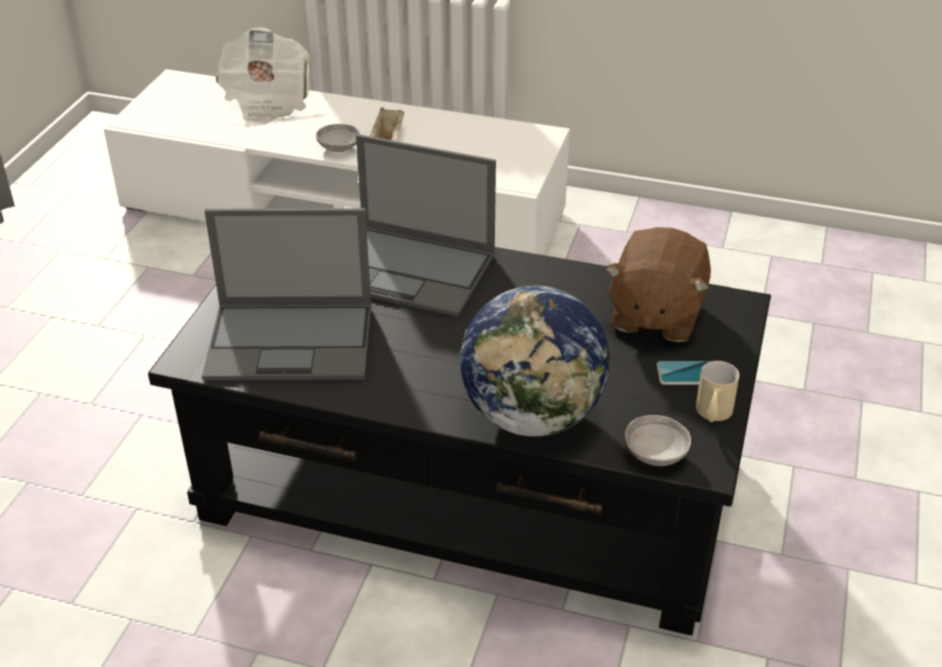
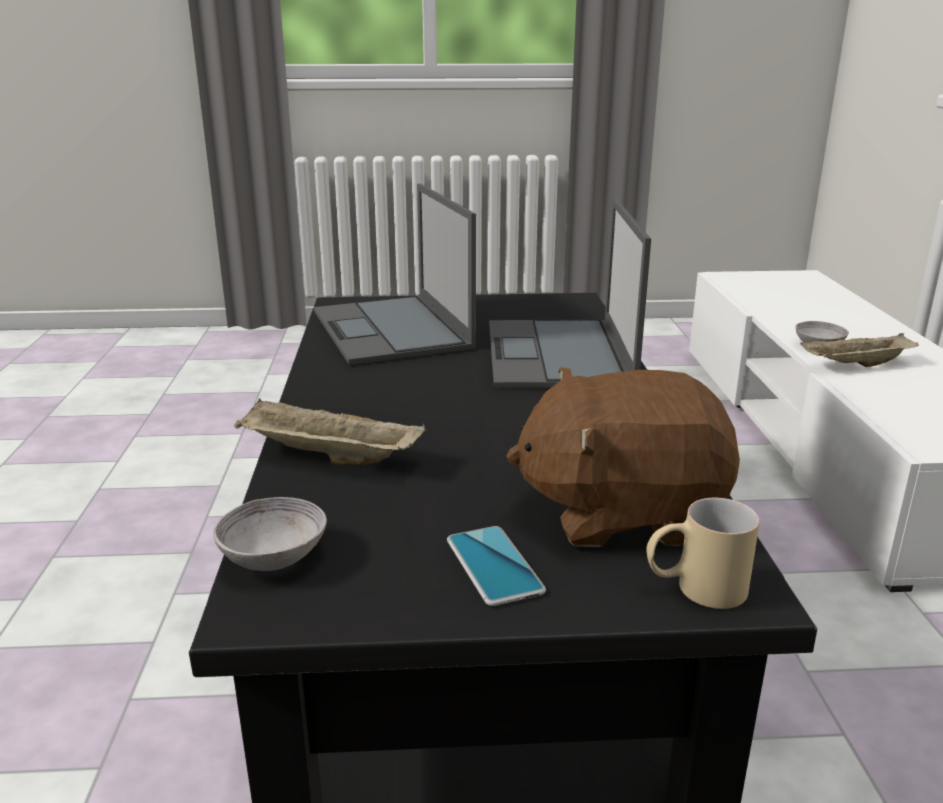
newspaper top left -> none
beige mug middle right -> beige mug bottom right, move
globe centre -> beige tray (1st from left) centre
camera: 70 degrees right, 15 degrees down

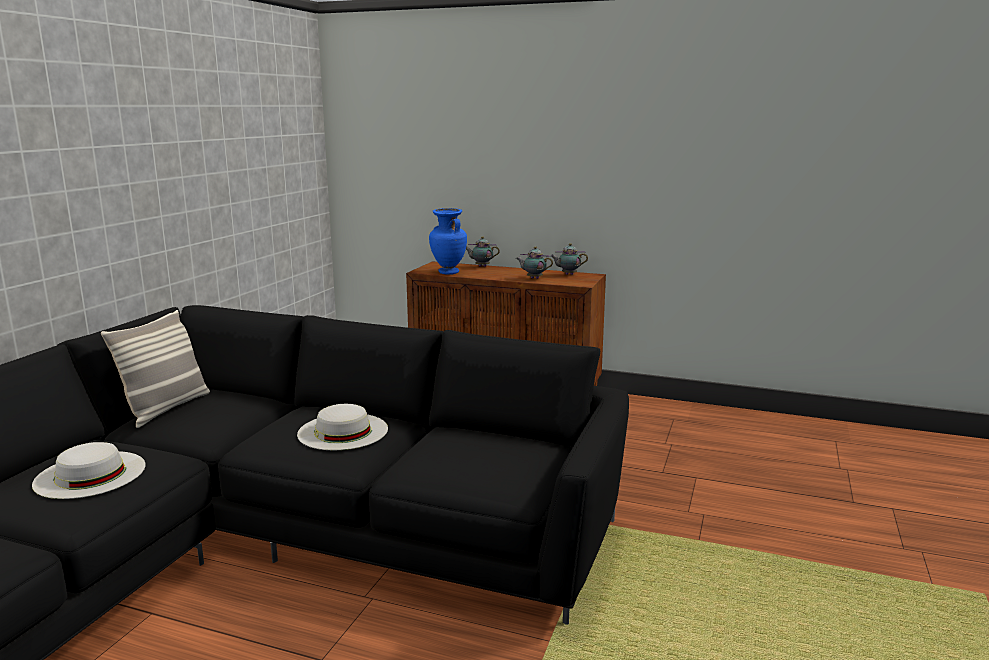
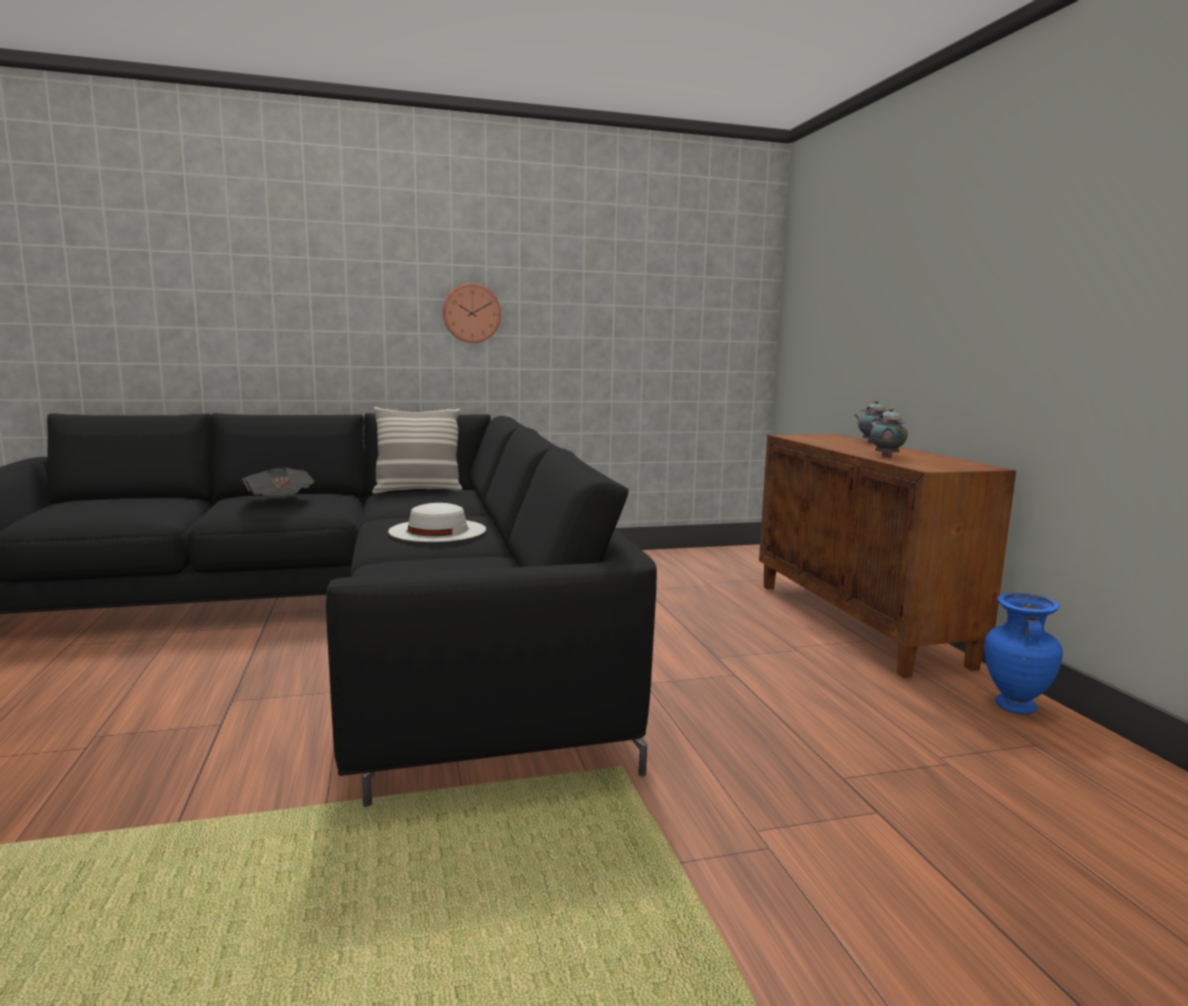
teapot (3rd from left) centre -> none
none -> wall clock top centre
blue vase centre -> blue vase middle right, move
white hat (1st from left) bottom left -> newspaper middle left
camera: 55 degrees right, 5 degrees down

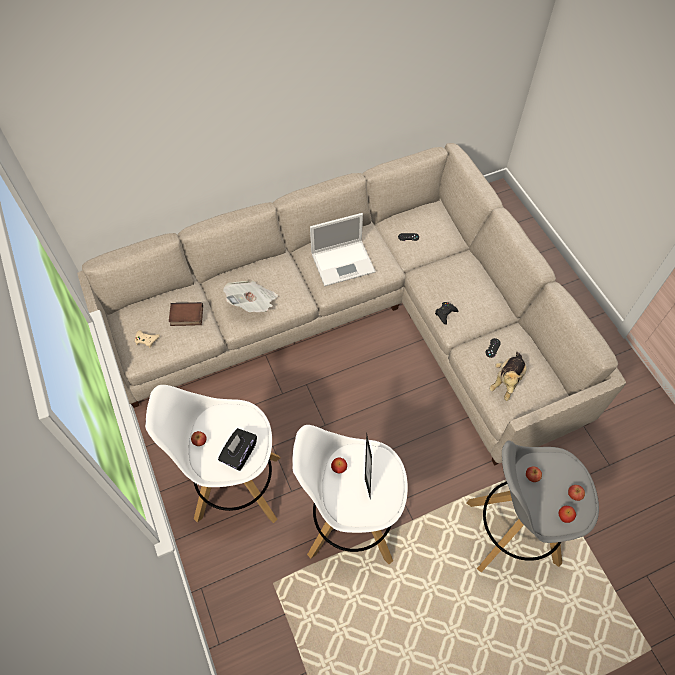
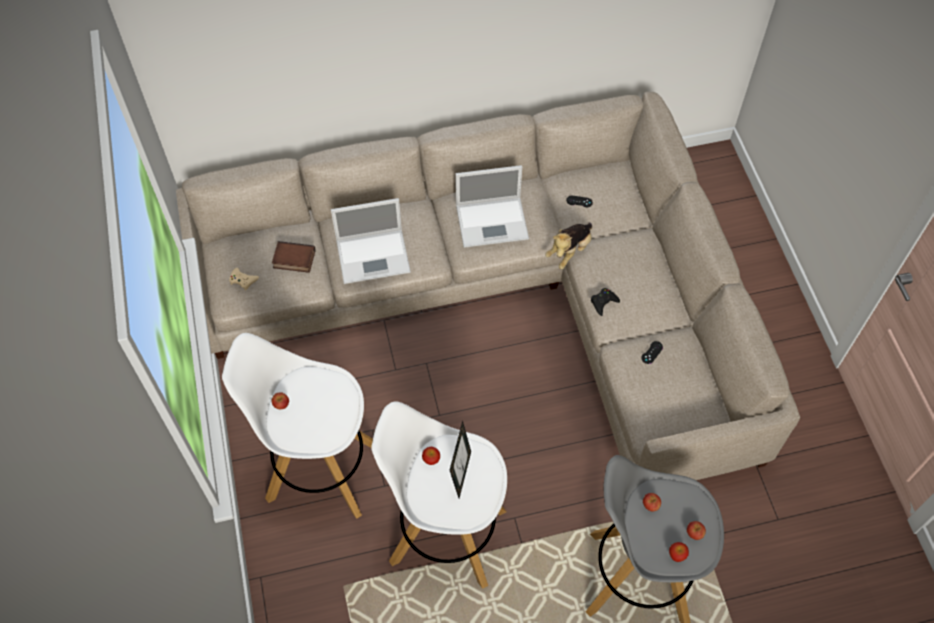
black tissue box centre -> none
plush toy middle right -> plush toy centre, move
newspaper centre -> laptop (1st from left) centre
camera: 10 degrees right, 0 degrees up

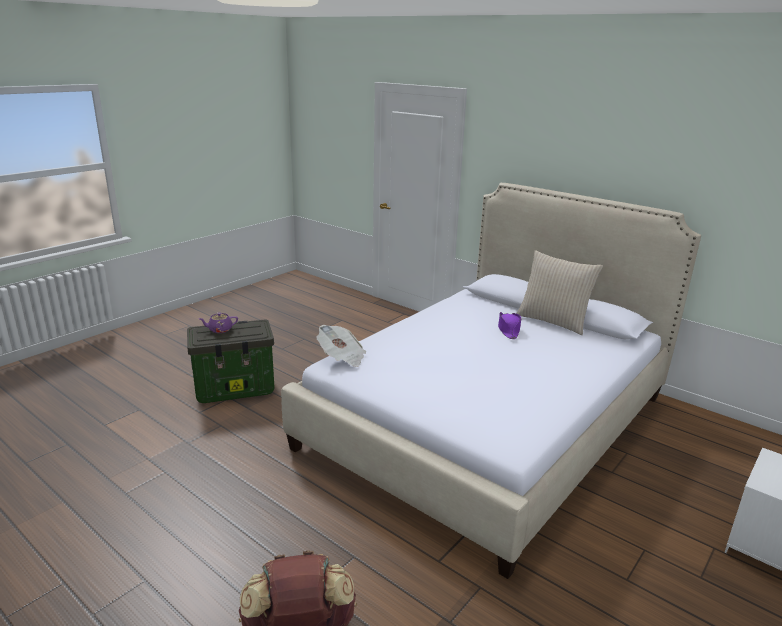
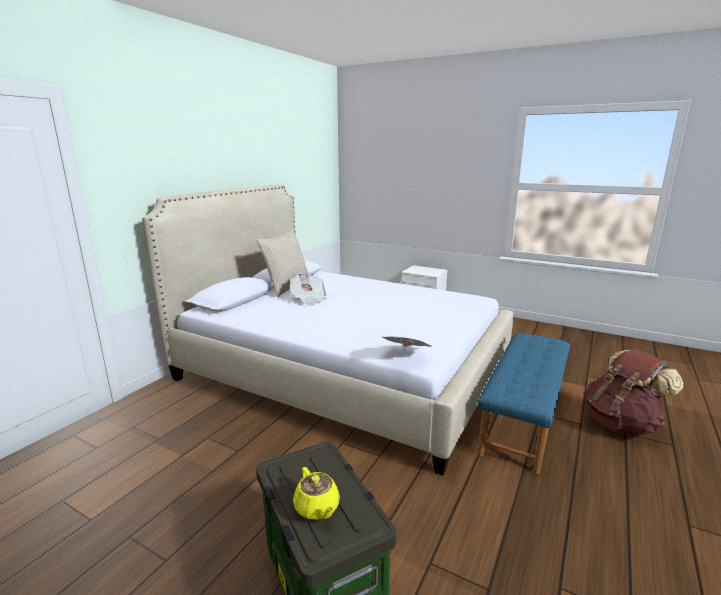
none -> blue bench bottom right
purple hat centre -> newspaper (1st from left) centre
purple teapot middle left -> yellow teapot bottom centre
camera: 100 degrees left, 5 degrees down

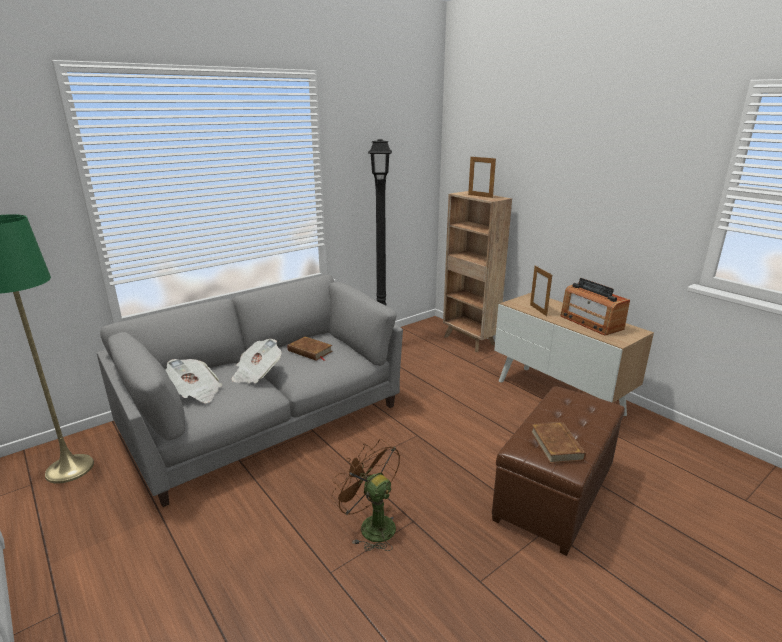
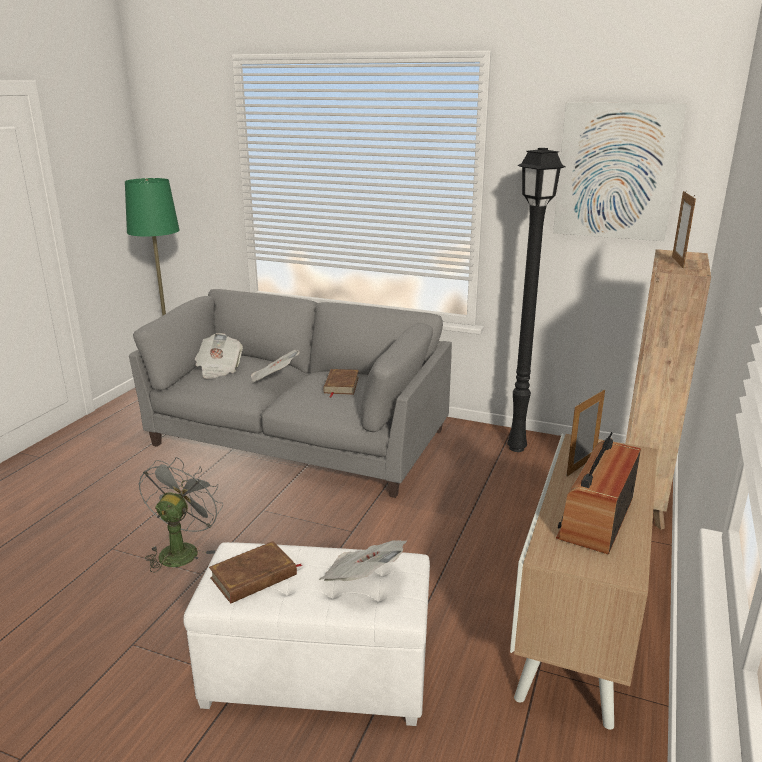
none -> newspaper (3rd from left) bottom centre
none -> picture top right
brown fan bottom centre -> grey fan bottom left
brown ottoman bottom right -> white ottoman bottom centre
camera: 60 degrees right, 0 degrees up

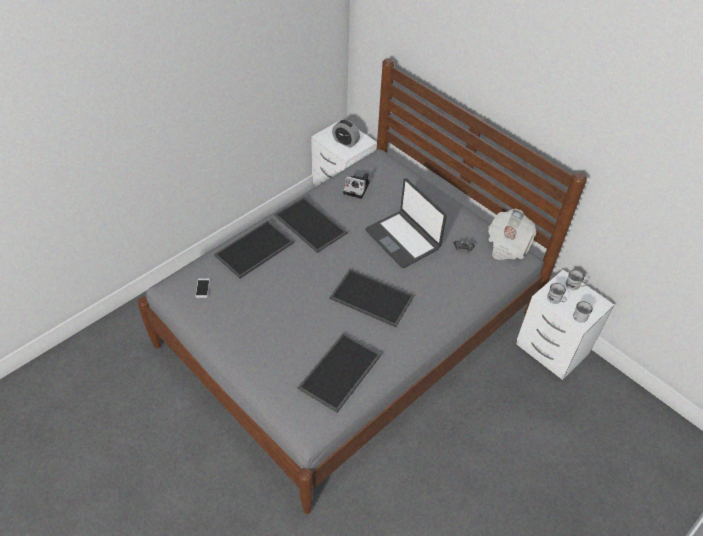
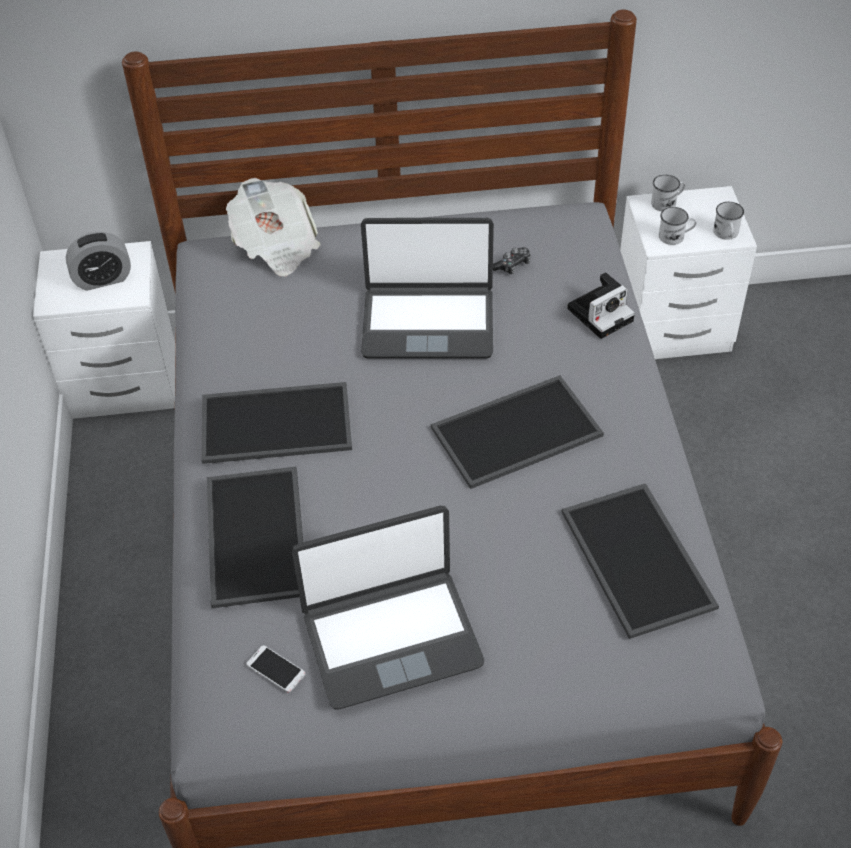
none -> laptop (1st from left) bottom centre
photo camera centre -> photo camera middle right, move
newspaper middle right -> newspaper top left, move
camera: 50 degrees left, 0 degrees up

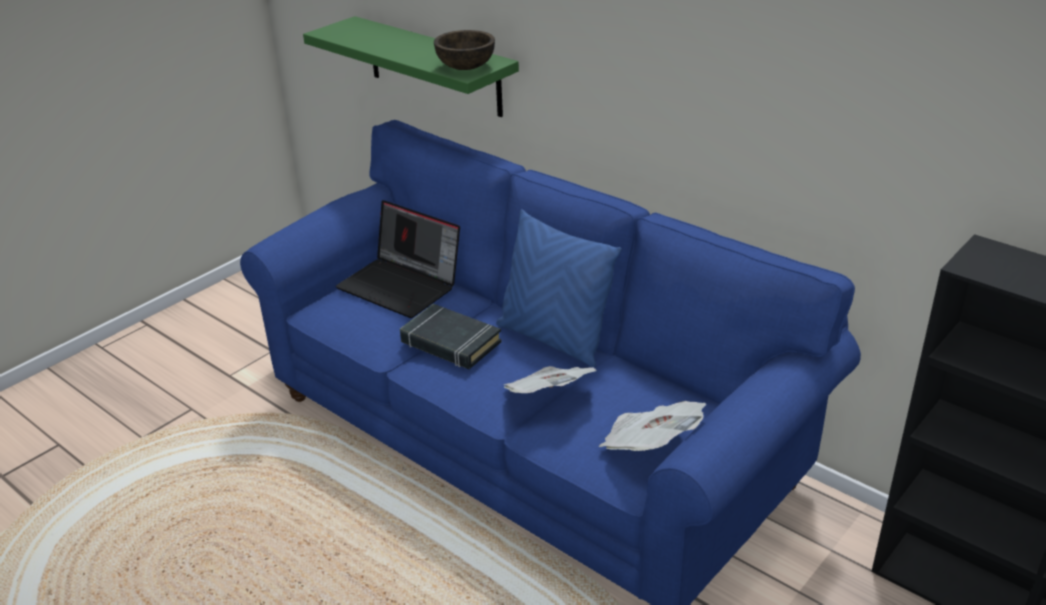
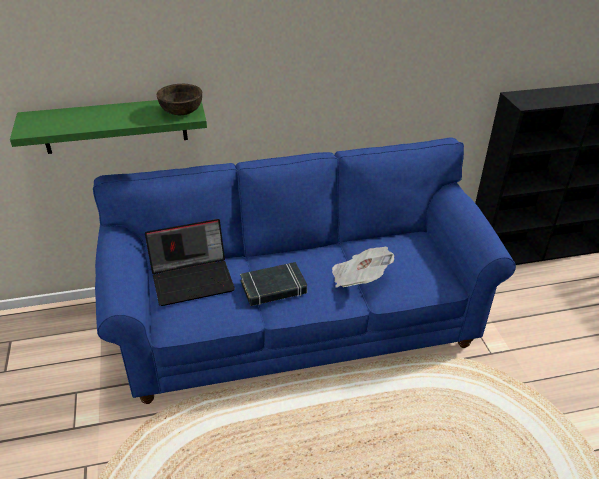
blue pillow centre -> none
newspaper (2nd from left) bottom centre -> none
camera: 55 degrees left, 5 degrees up

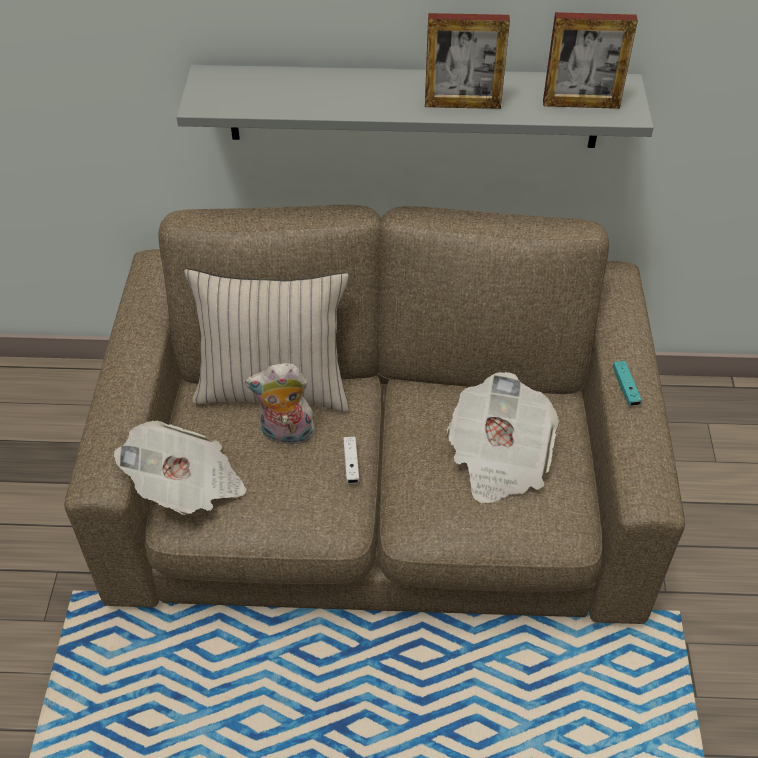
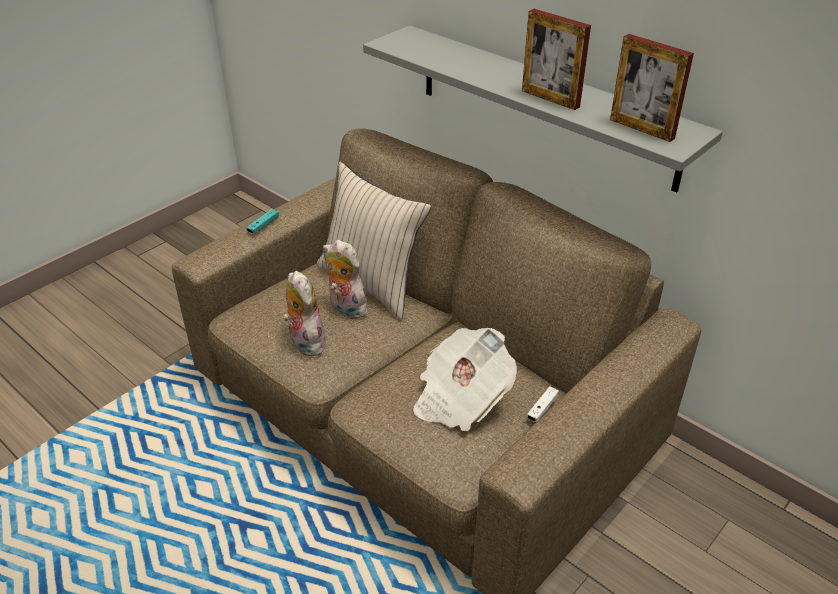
newspaper (1st from left) middle left -> none
none -> plush toy (1st from left) centre
white game controller centre -> white game controller bottom centre, move
turquoise game controller middle right -> turquoise game controller middle left, move
camera: 40 degrees right, 10 degrees down

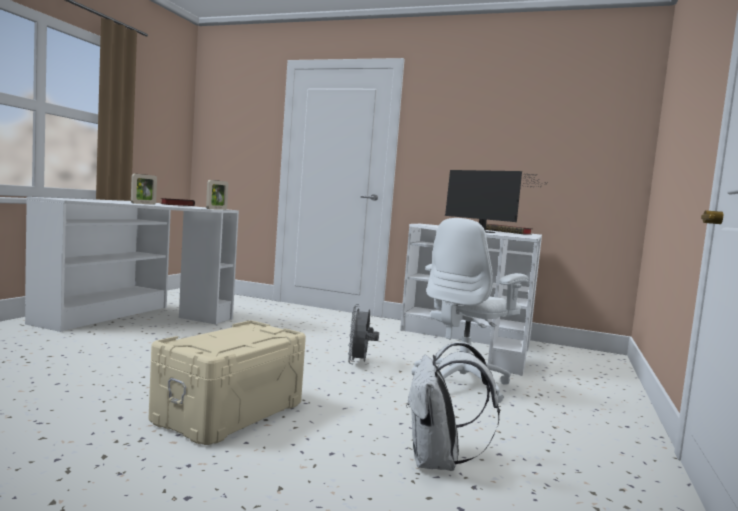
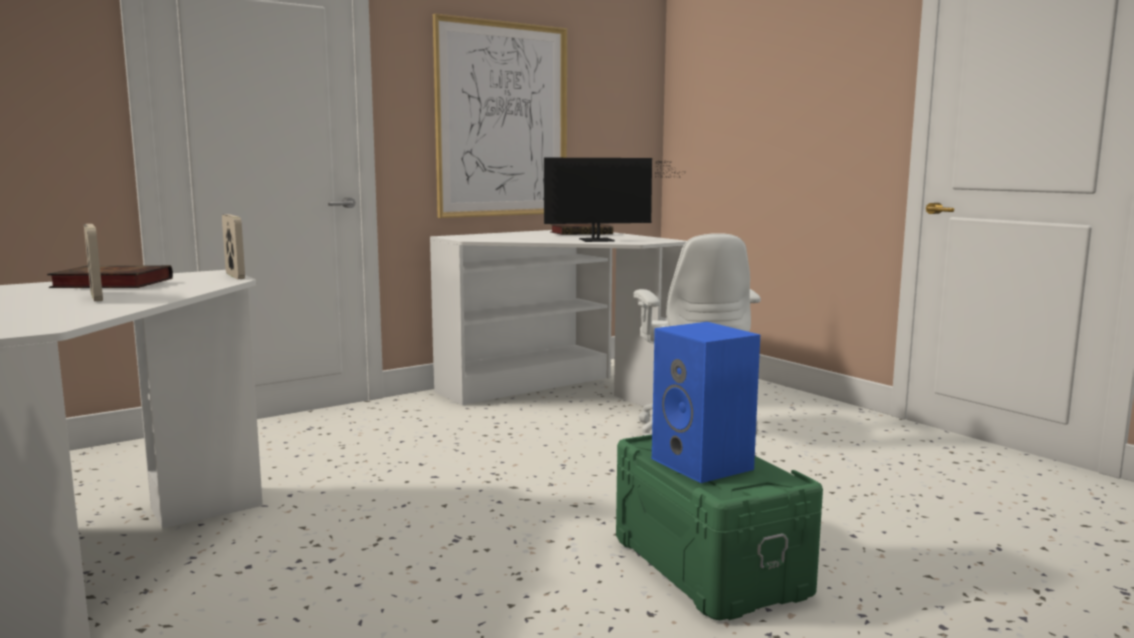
grey fan centre -> none
white backpack bottom centre -> none
none -> picture top centre
none -> blue speaker centre
beige storage box bottom left -> green storage box bottom centre
camera: 55 degrees left, 5 degrees up

